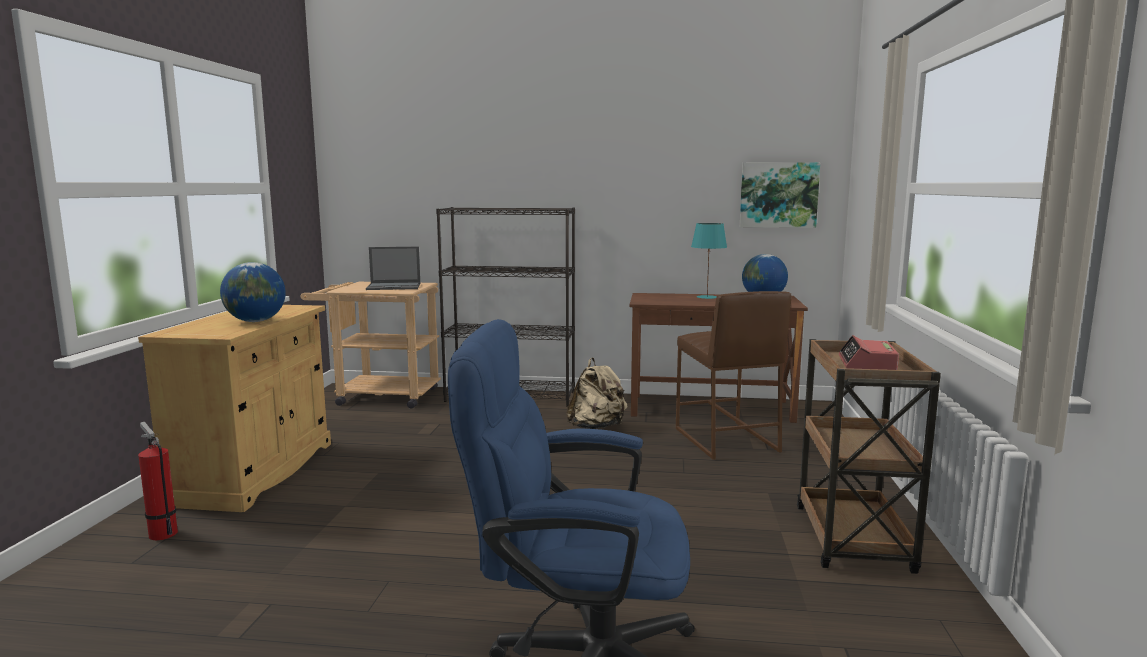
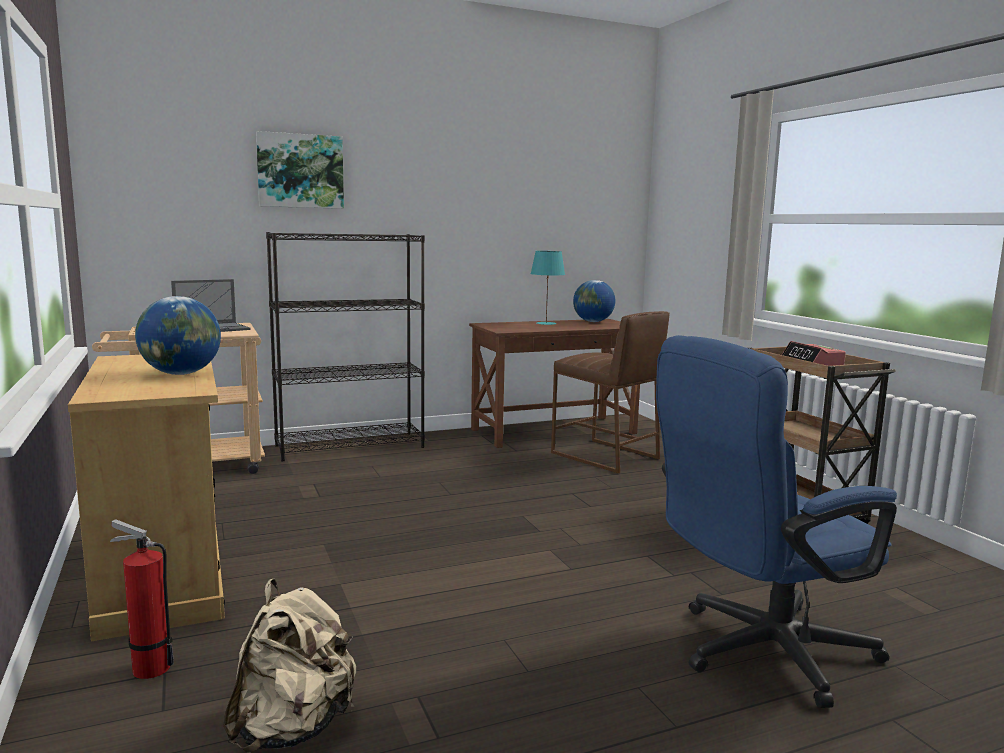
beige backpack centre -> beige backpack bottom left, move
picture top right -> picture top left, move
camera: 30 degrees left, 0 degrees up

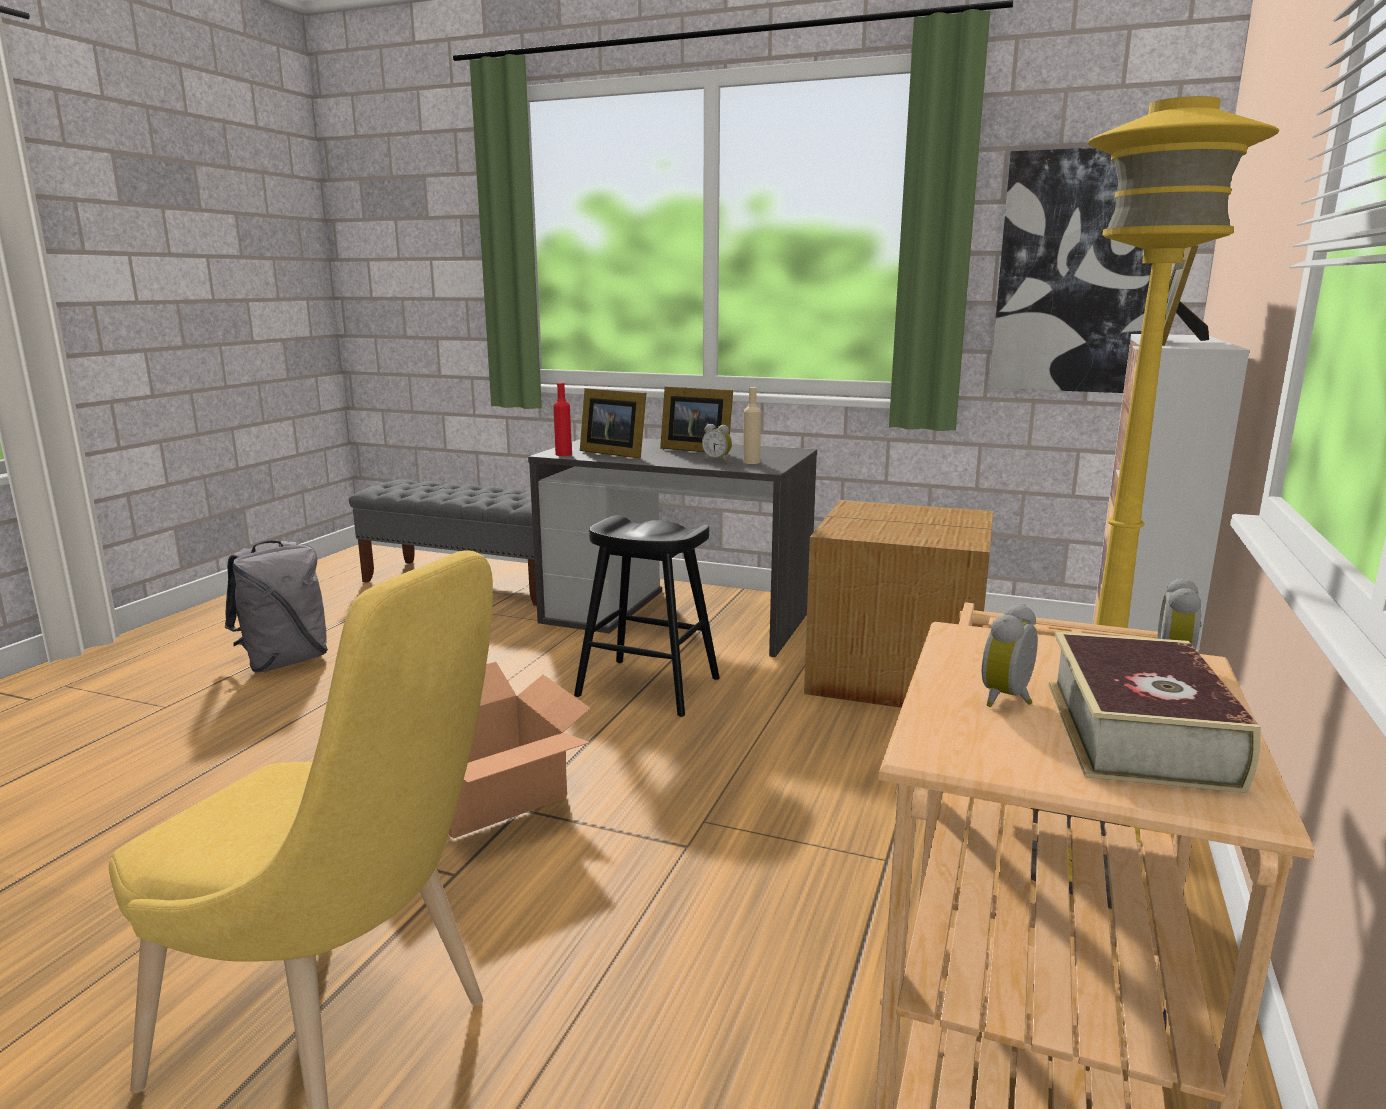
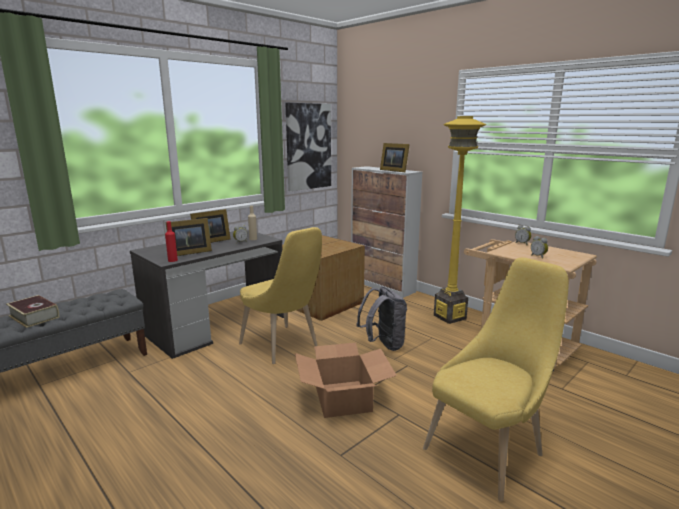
grey backpack middle left -> grey backpack centre, move
book middle right -> book middle left, move
black stool centre -> yellow chair (1st from left) centre
camera: 65 degrees left, 0 degrees up

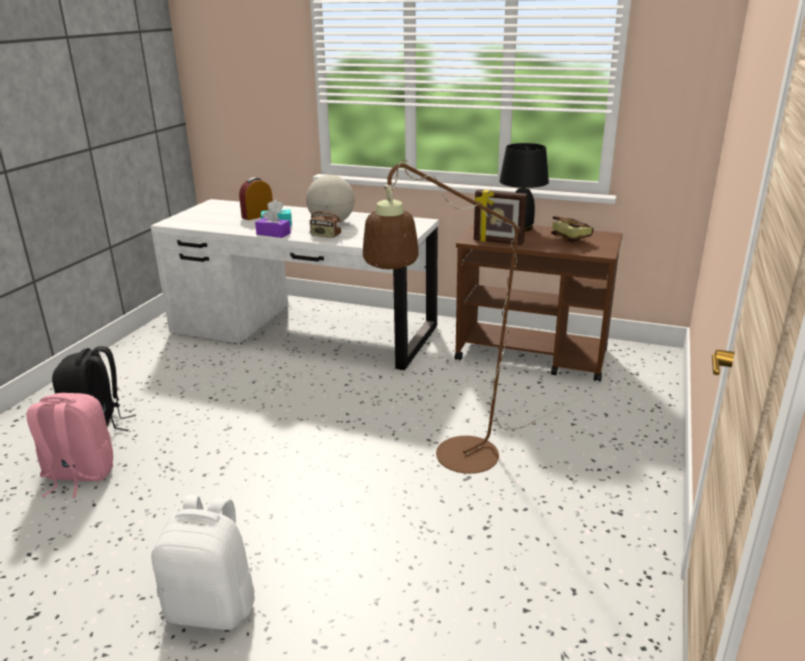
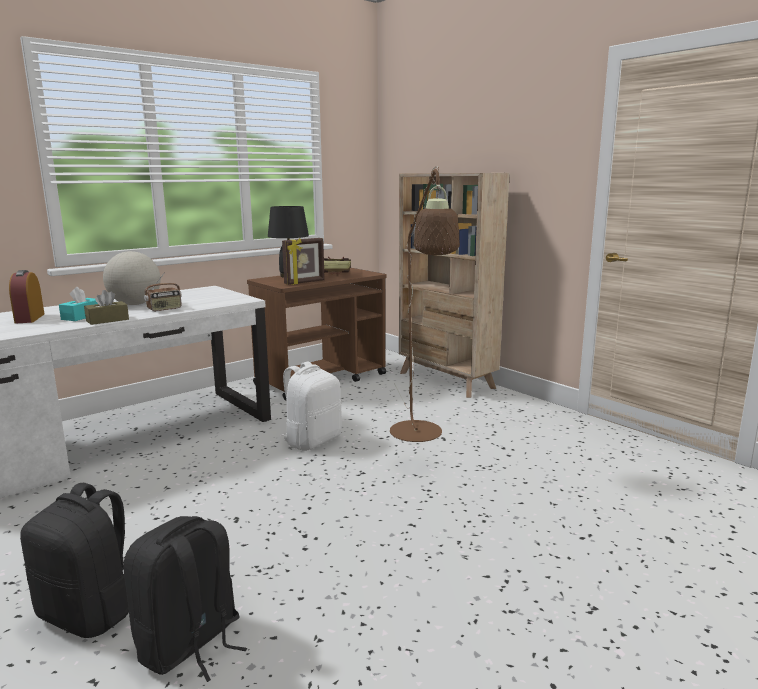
none -> beige bookcase centre
white backpack bottom left -> white backpack centre, move
pink backpack bottom left -> black backpack (2nd from left) bottom left
purple tissue box centre -> brown tissue box middle left
camera: 60 degrees left, 10 degrees down

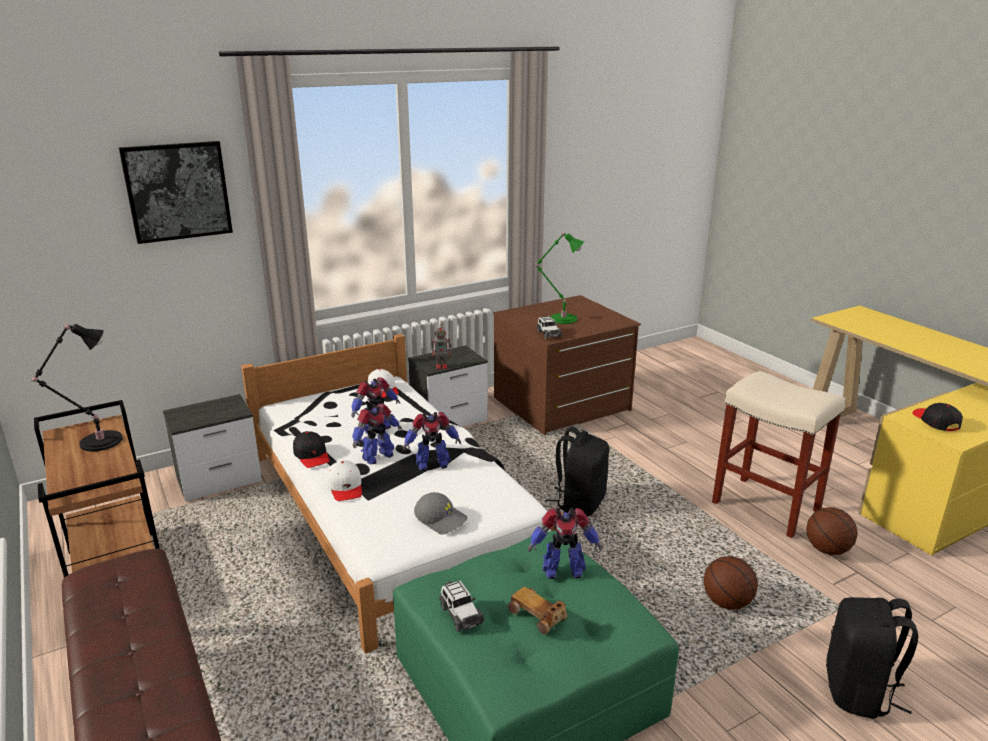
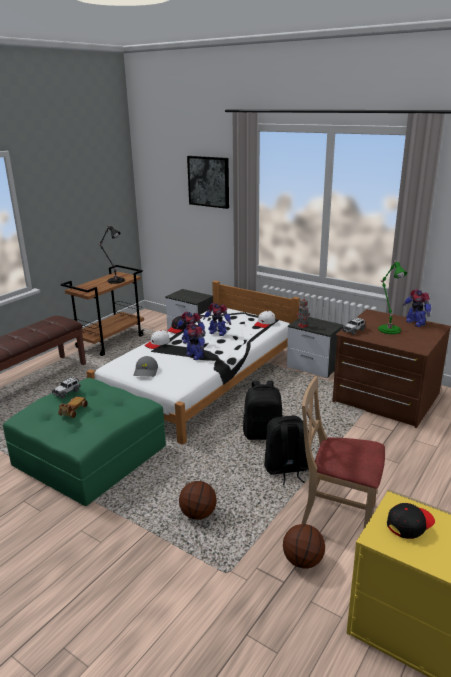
toy robot (5th from left) bottom centre -> toy robot (5th from left) middle right, move
black backpack (2nd from left) bottom right -> black backpack (2nd from left) centre, move
beige stool middle right -> beige chair bottom right
camera: 65 degrees right, 0 degrees up

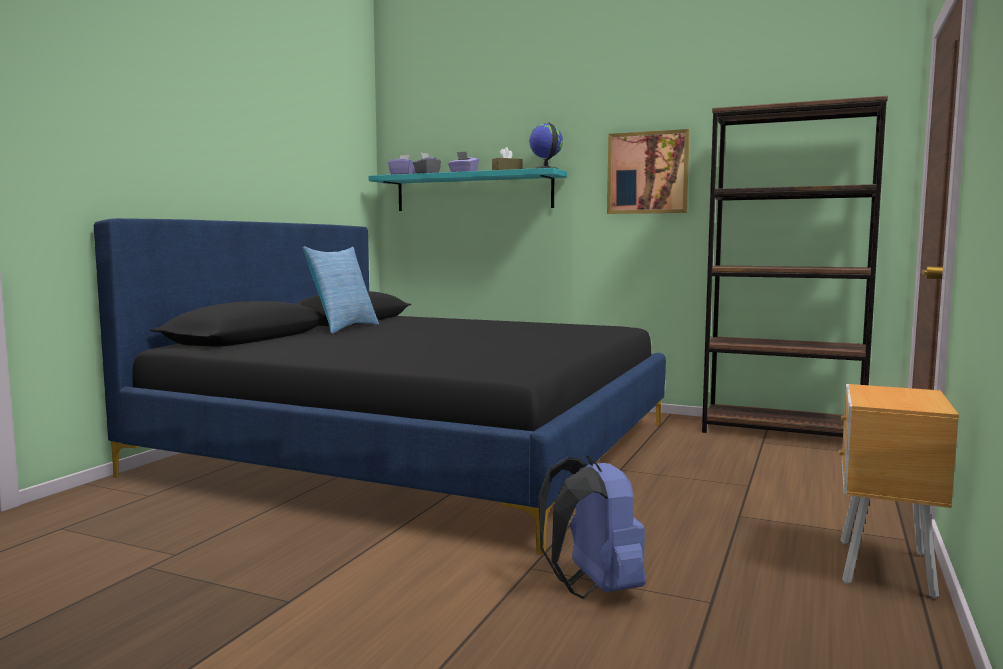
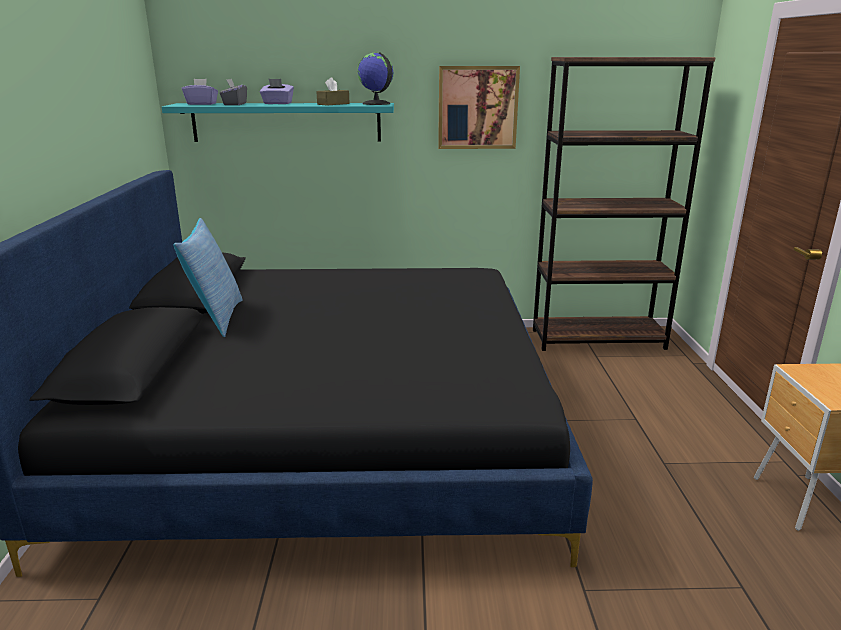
blue backpack bottom centre -> none
camera: 25 degrees left, 15 degrees up

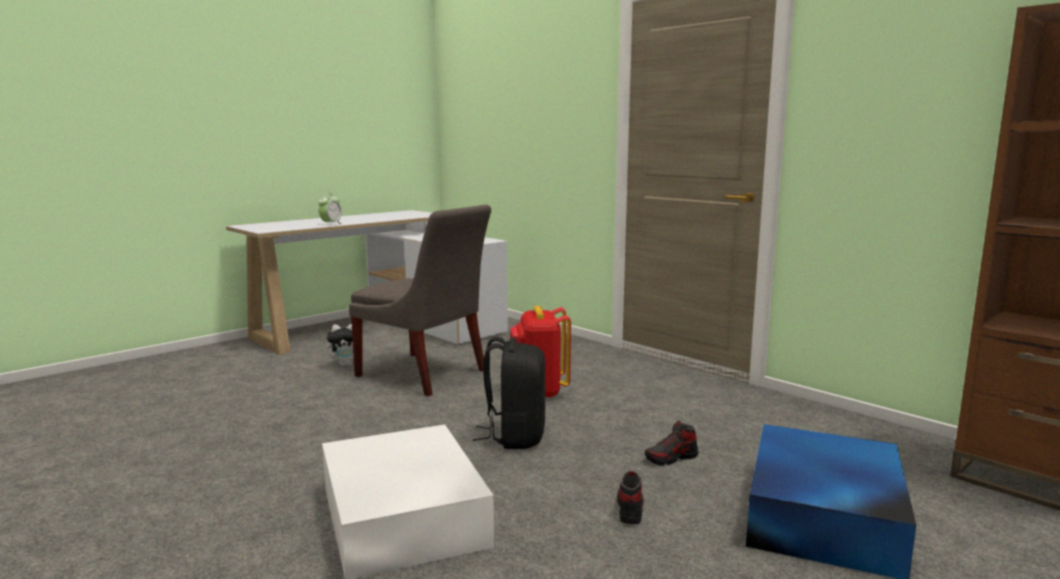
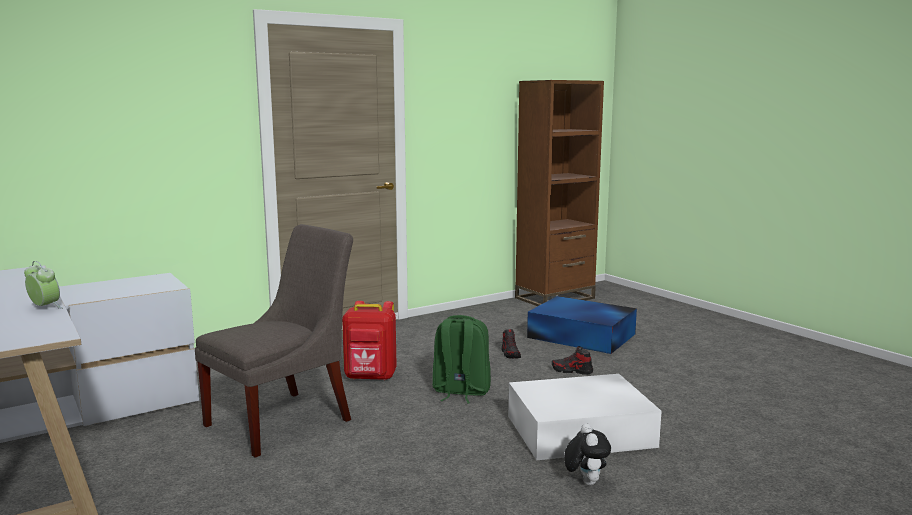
plush toy middle left -> plush toy bottom centre, move
black backpack bottom centre -> green backpack bottom centre
camera: 80 degrees left, 0 degrees up

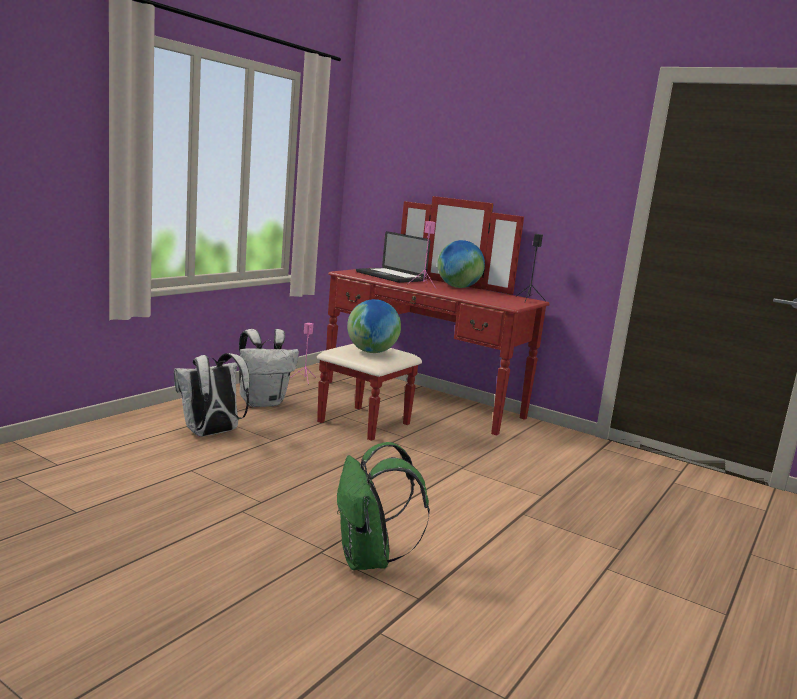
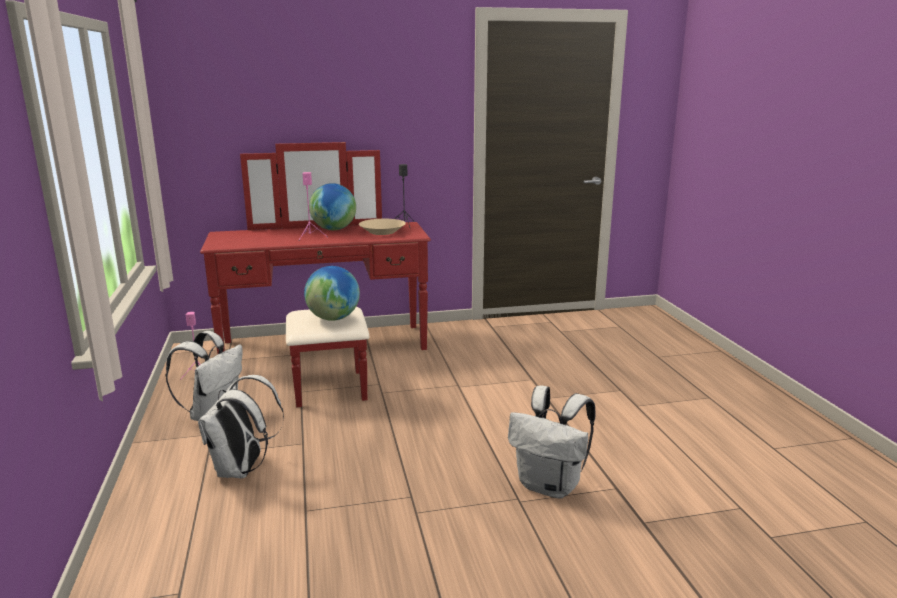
laptop centre -> none
none -> beige bowl centre
green backpack bottom centre -> white backpack (3rd from left) bottom centre
camera: 45 degrees left, 5 degrees up

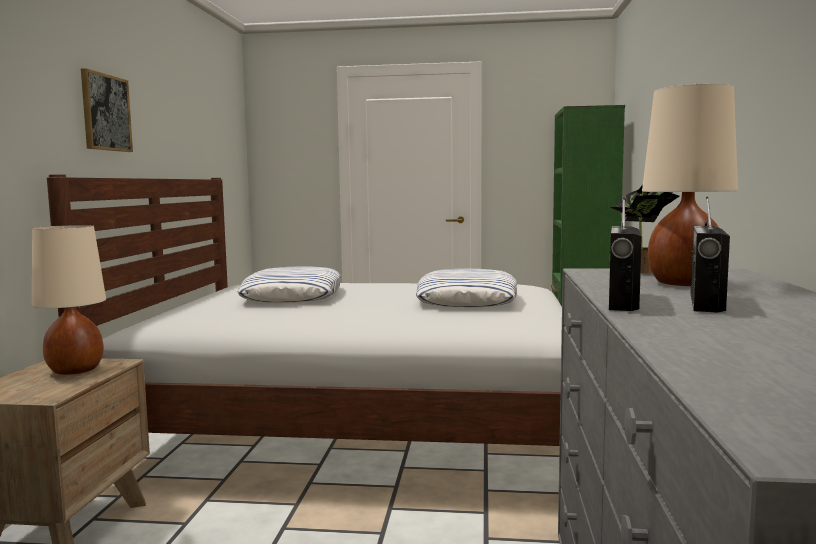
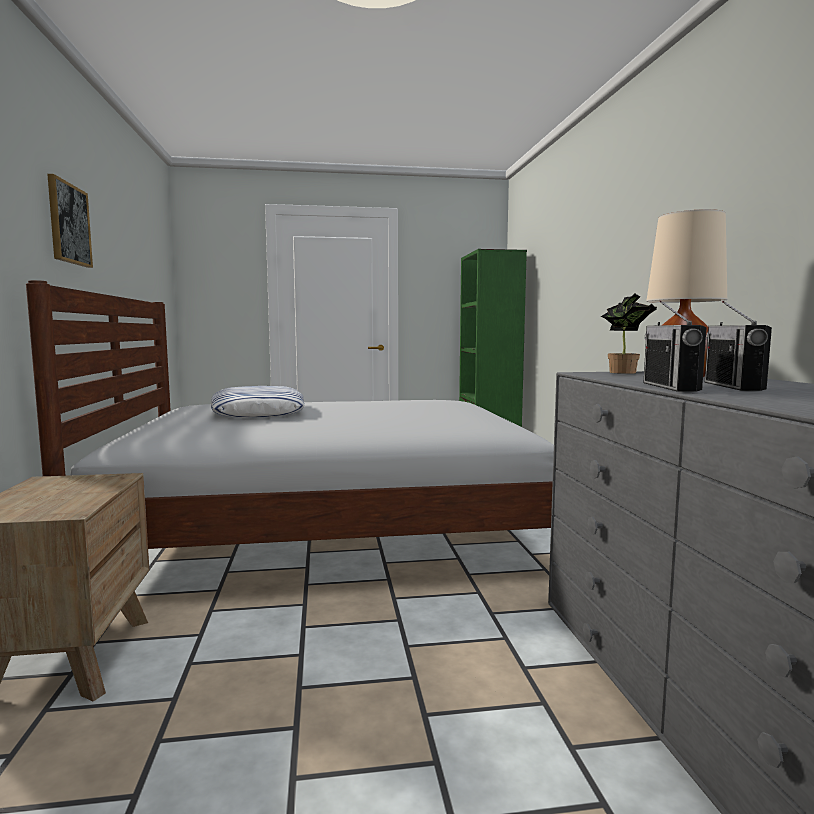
beige table lamp (1st from left) middle left -> none
pillow (2nd from left) centre -> none
camera: 15 degrees left, 0 degrees up

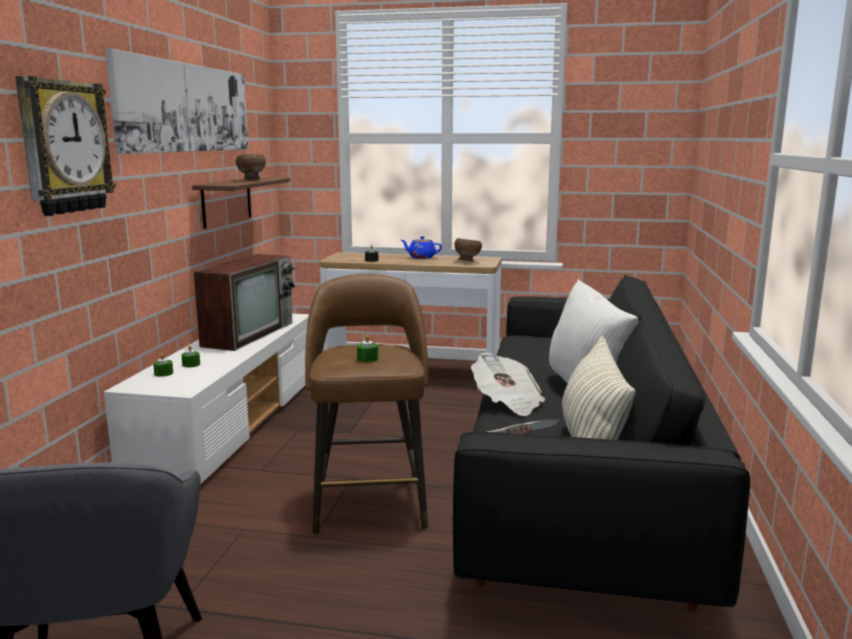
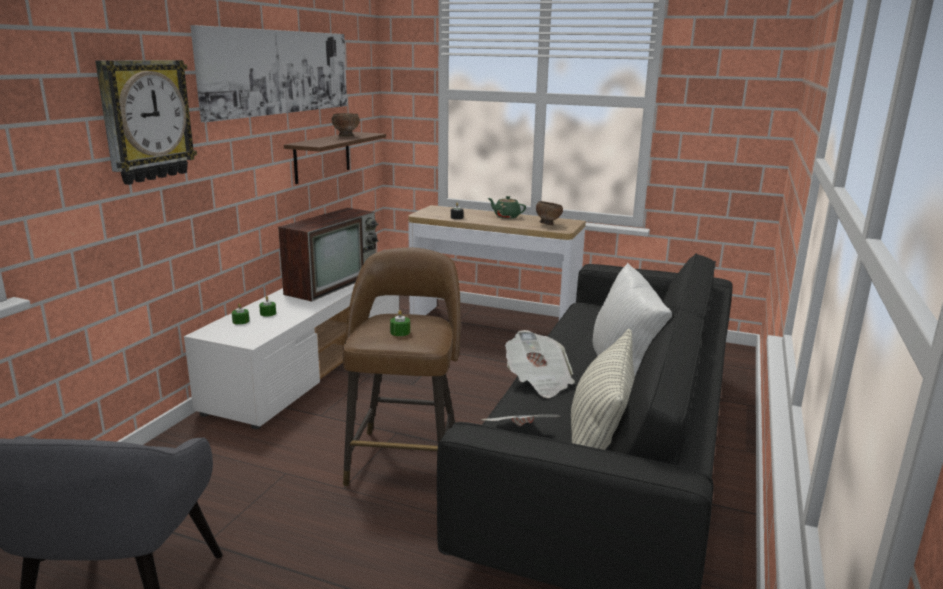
blue teapot centre -> green teapot centre
camera: 10 degrees right, 5 degrees up

